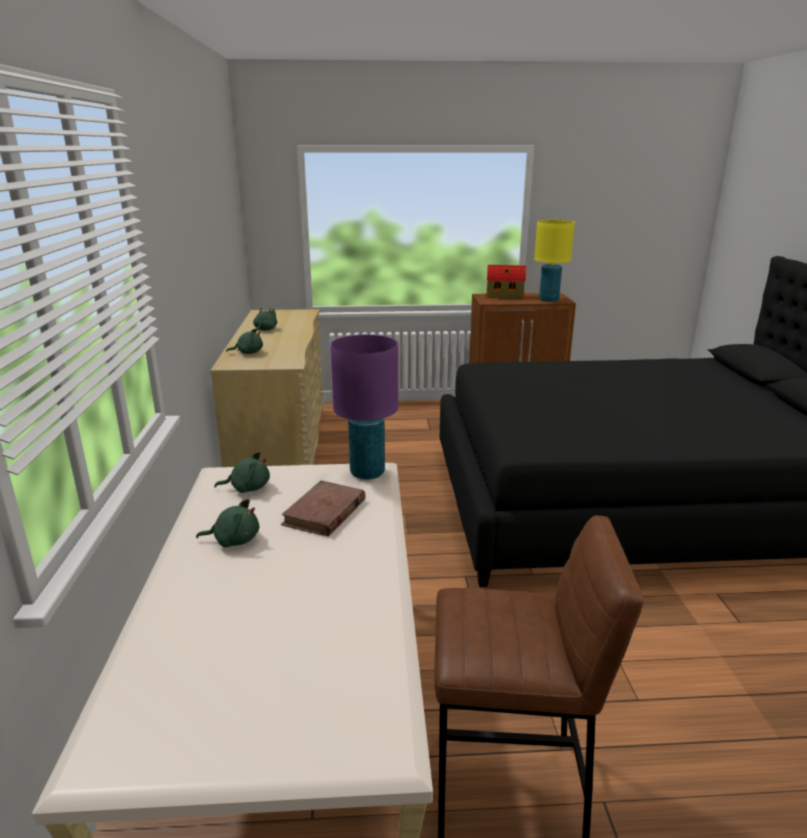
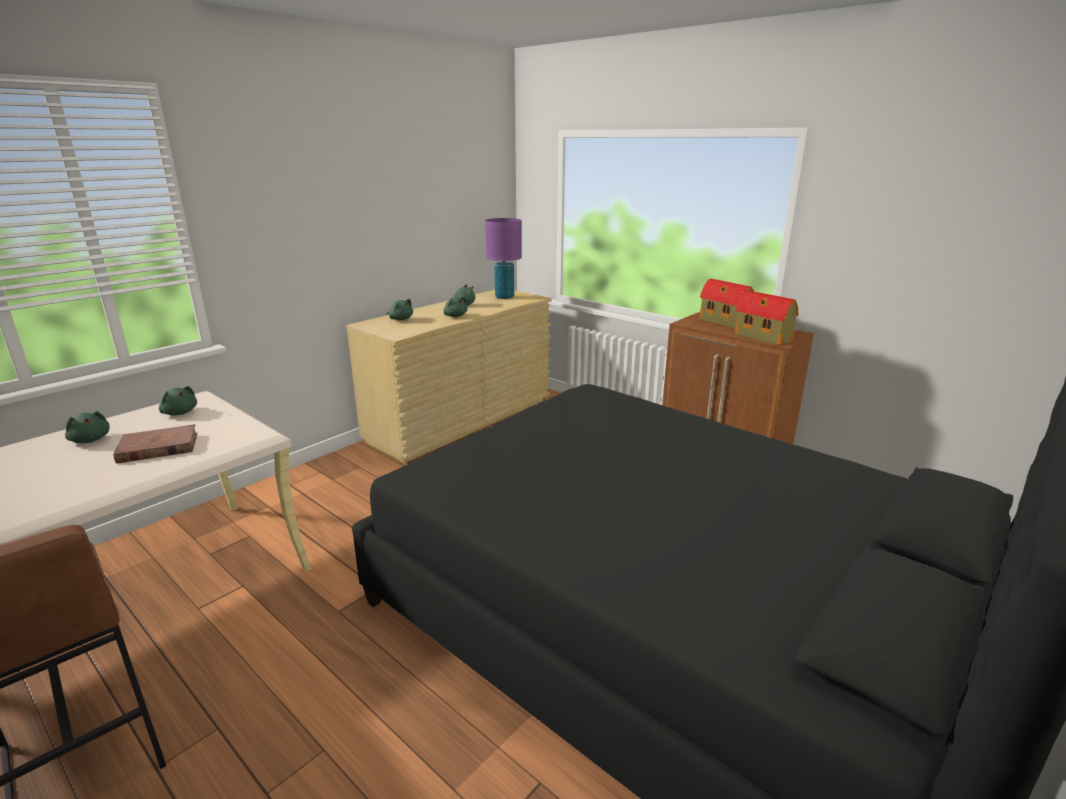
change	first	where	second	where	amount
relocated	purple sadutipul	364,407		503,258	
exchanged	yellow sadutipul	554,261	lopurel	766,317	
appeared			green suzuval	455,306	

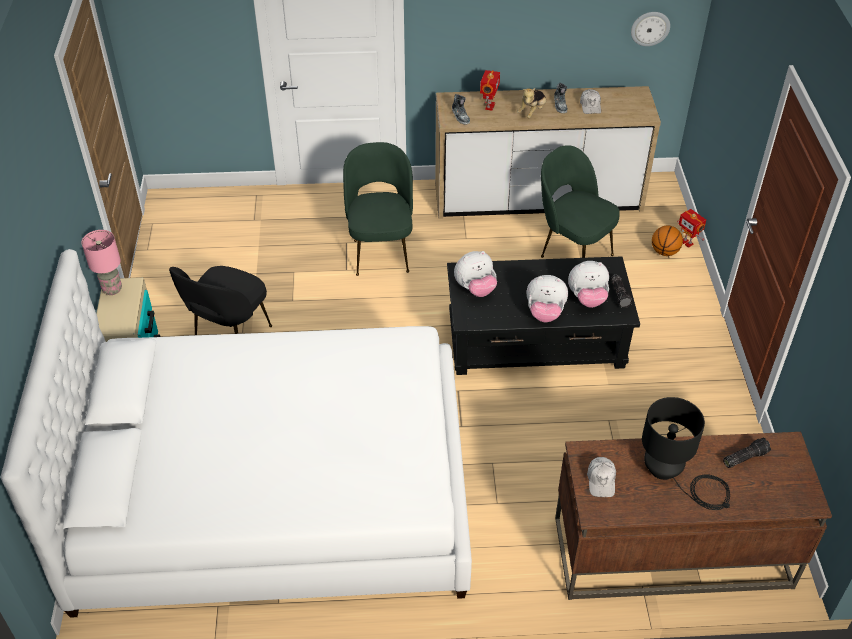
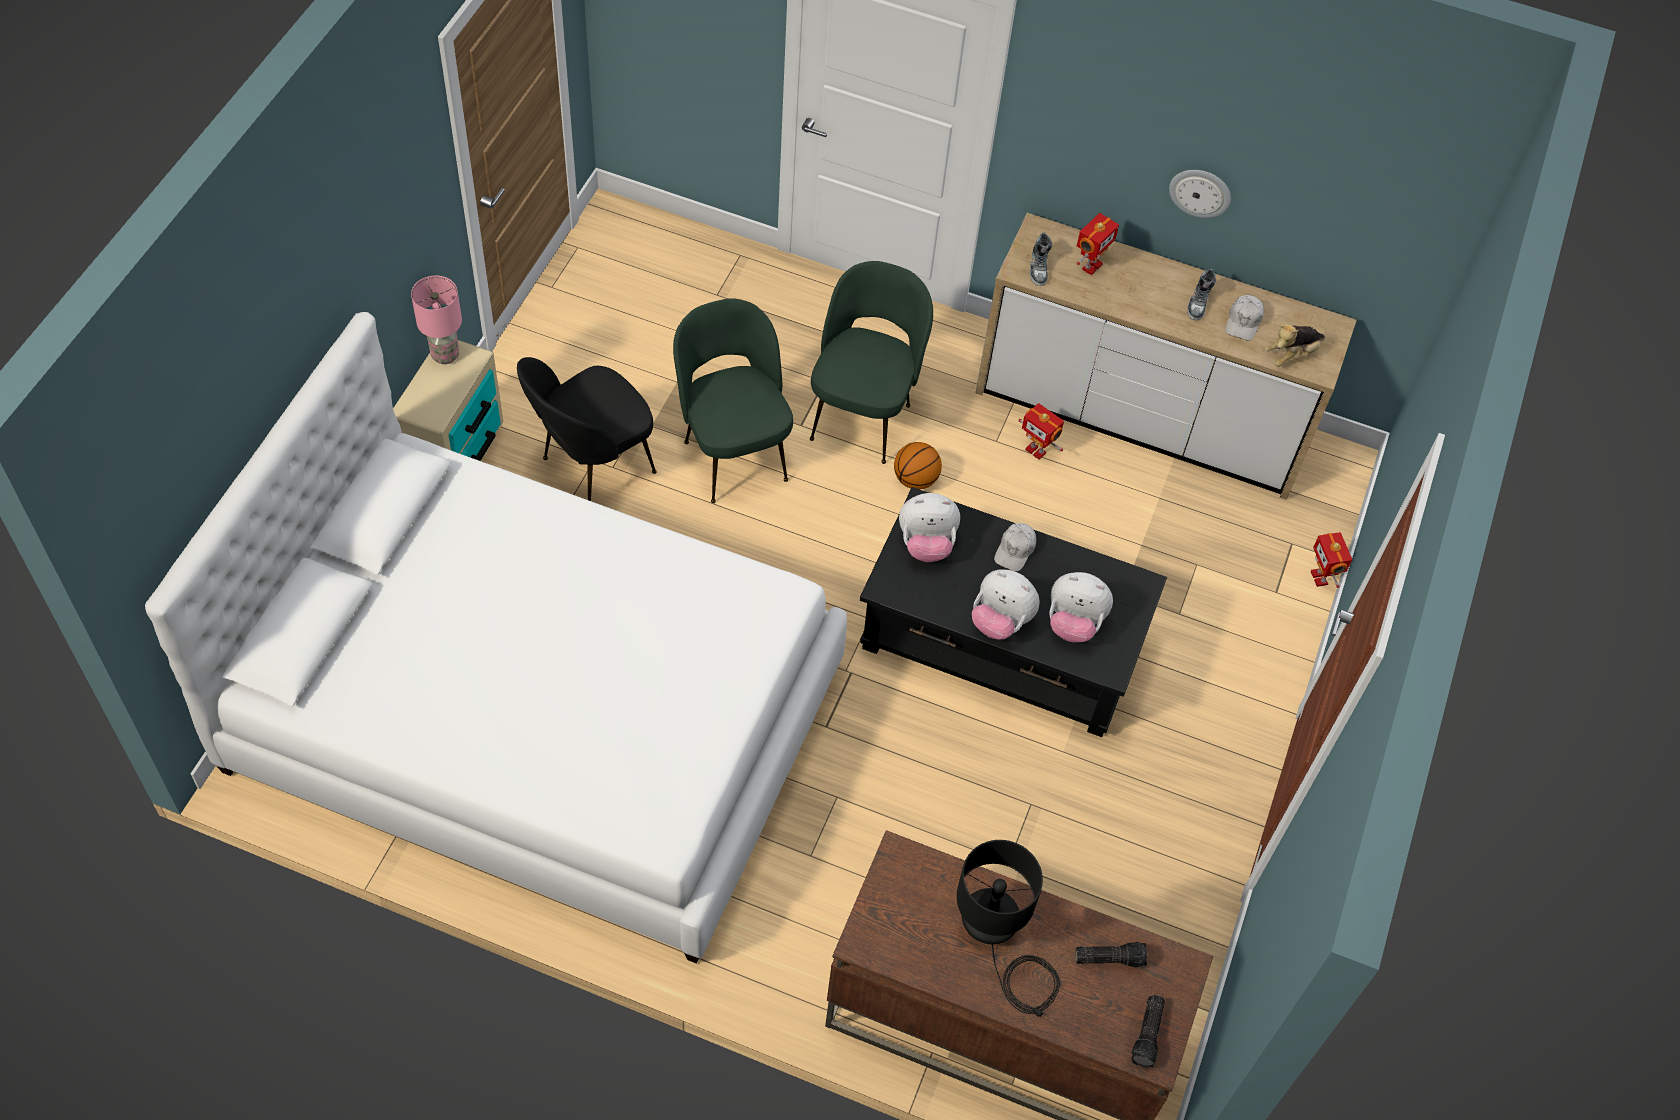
change	first	where	second	where	amount
relocated	suzuval	531,103		1295,345	
relocated	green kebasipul	580,201		733,400	
relocated	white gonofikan	601,477		1015,547	
relocated	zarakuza	621,291		1148,1031	
relocated	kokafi	650,29		1200,194	
relocated	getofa	667,241		918,465	
appeared			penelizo	1041,431	

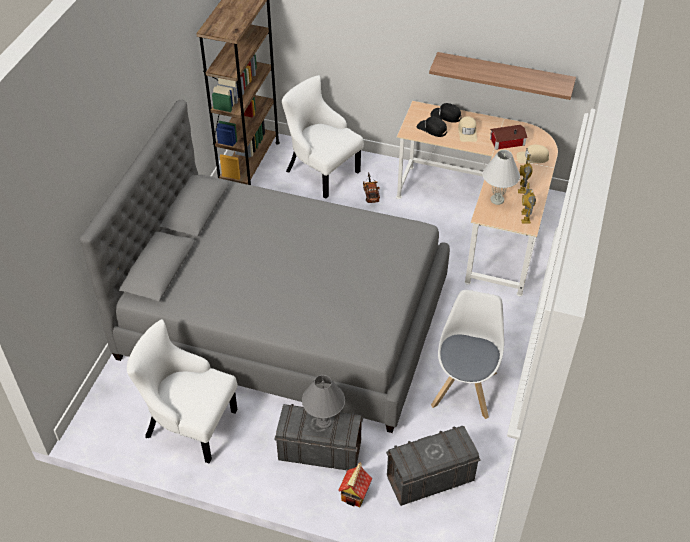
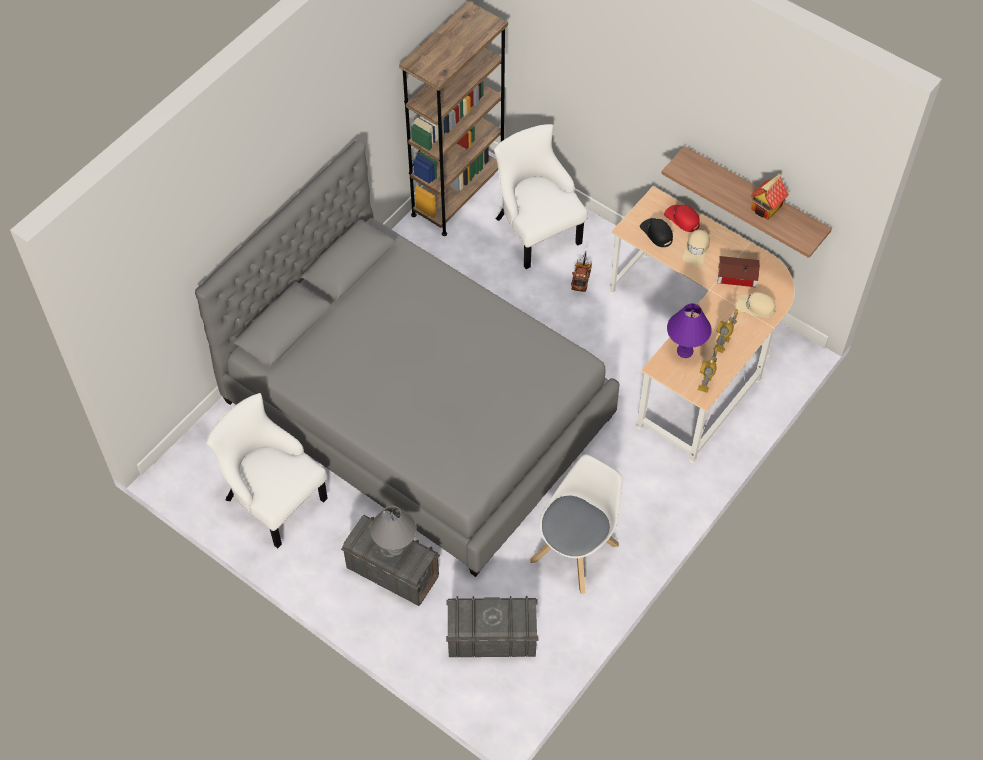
change	first	where	second	where	amount
relocated	lopurel	355,484		770,196	
colour	black gonofikan	446,113	red gonofikan	682,218	
colour	white sadutipul	501,177	purple sadutipul	689,330	

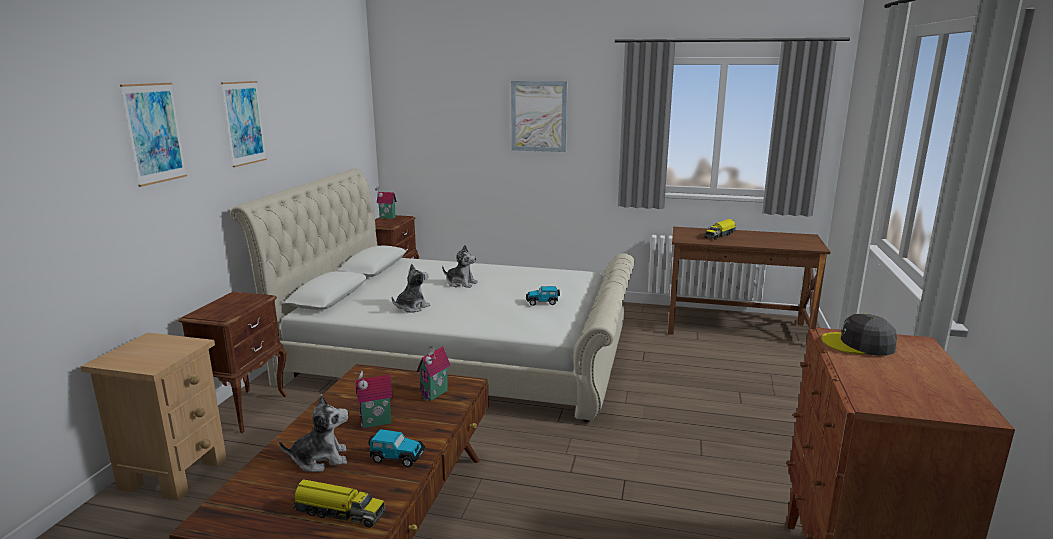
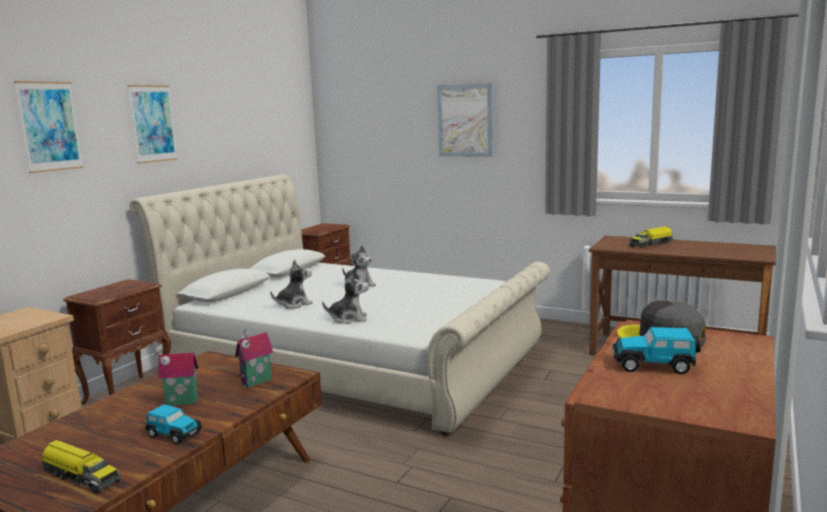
change	first	where	second	where	amount
relocated	suzuval	314,433		345,297	
missing	lopurel	386,202			
relocated	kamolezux	543,296		656,350	

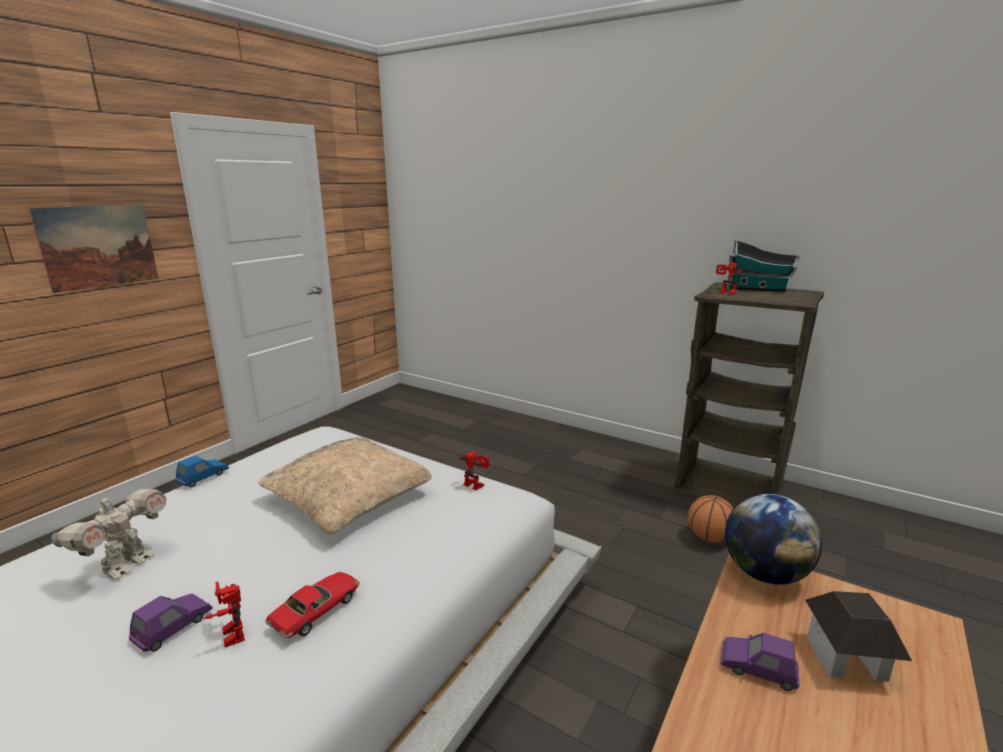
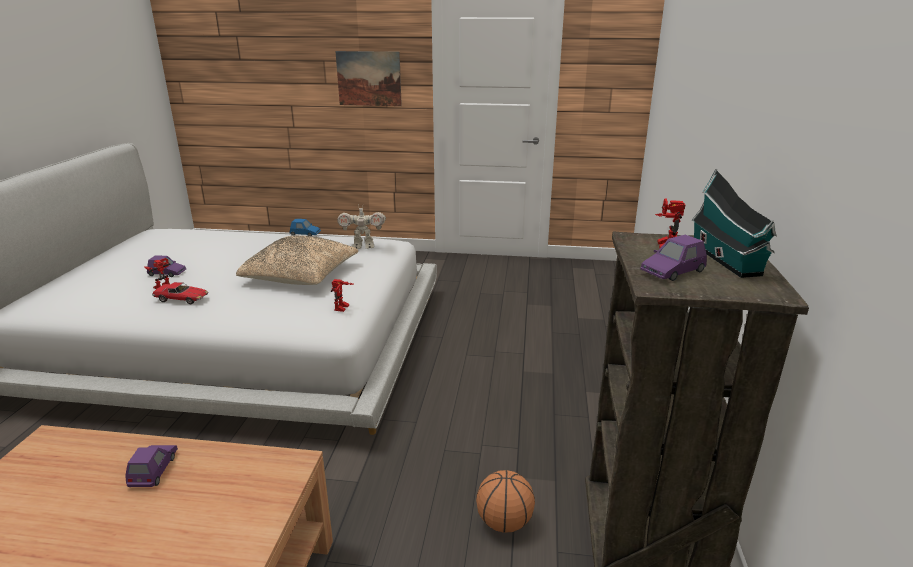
change	first	where	second	where	amount
relocated	penelizo	108,534		361,226	
missing	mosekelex	773,539			
missing	lopurel	858,636			
appeared			purple kamolezux	673,258	

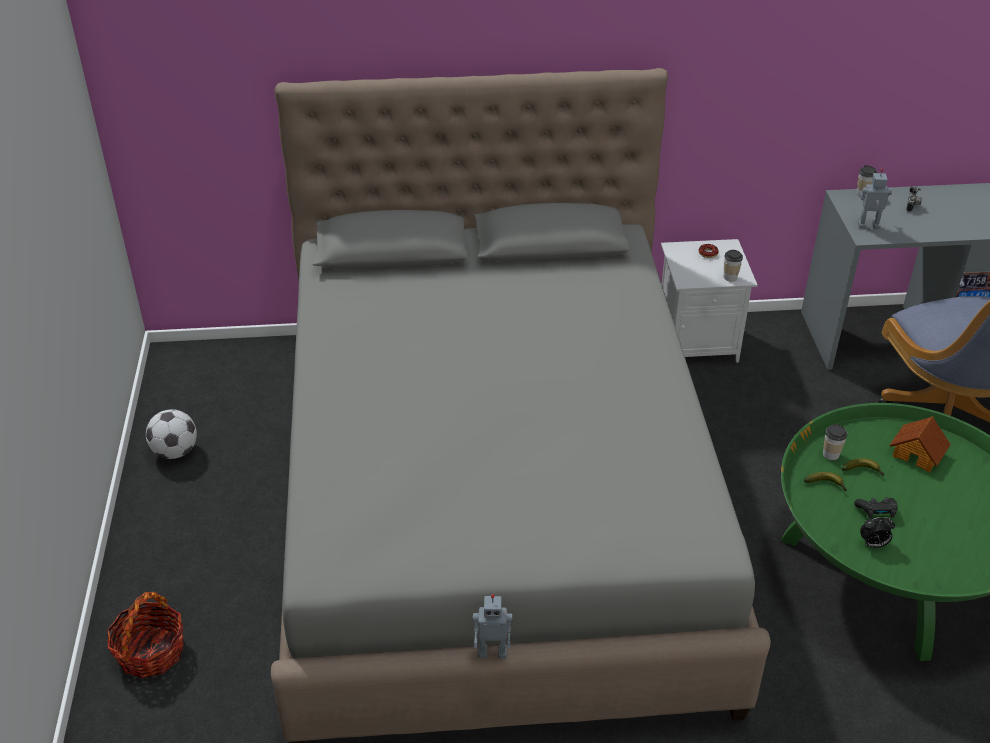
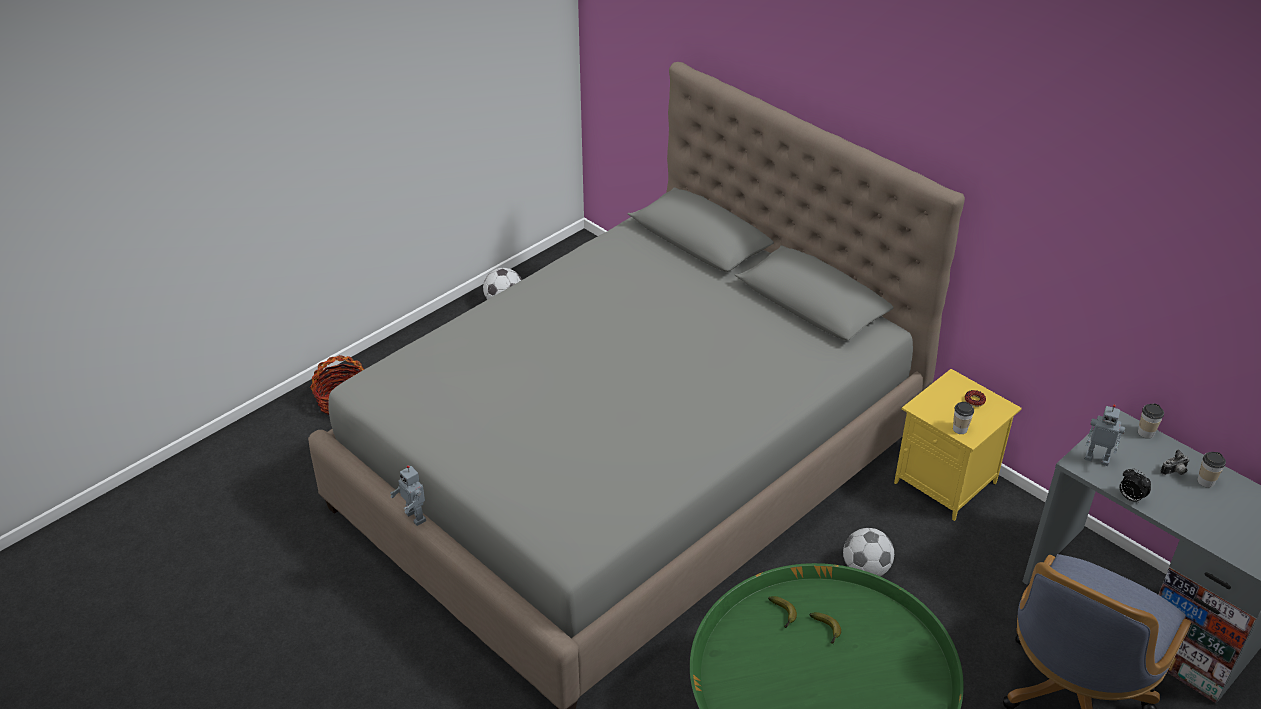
change	first	where	second	where	amount
colour	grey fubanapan	709,301	yellow fubanapan	958,445	
relocated	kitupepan	835,442		1211,470	
missing	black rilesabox	876,508			
spun	penelizo	875,199		1105,435	150 degrees clockwise
relocated	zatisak	877,532		1135,485	
missing	lopurel	920,444			
appeared			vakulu	868,552	

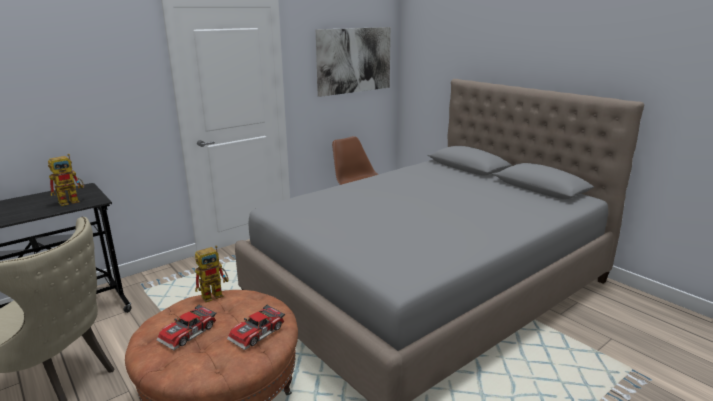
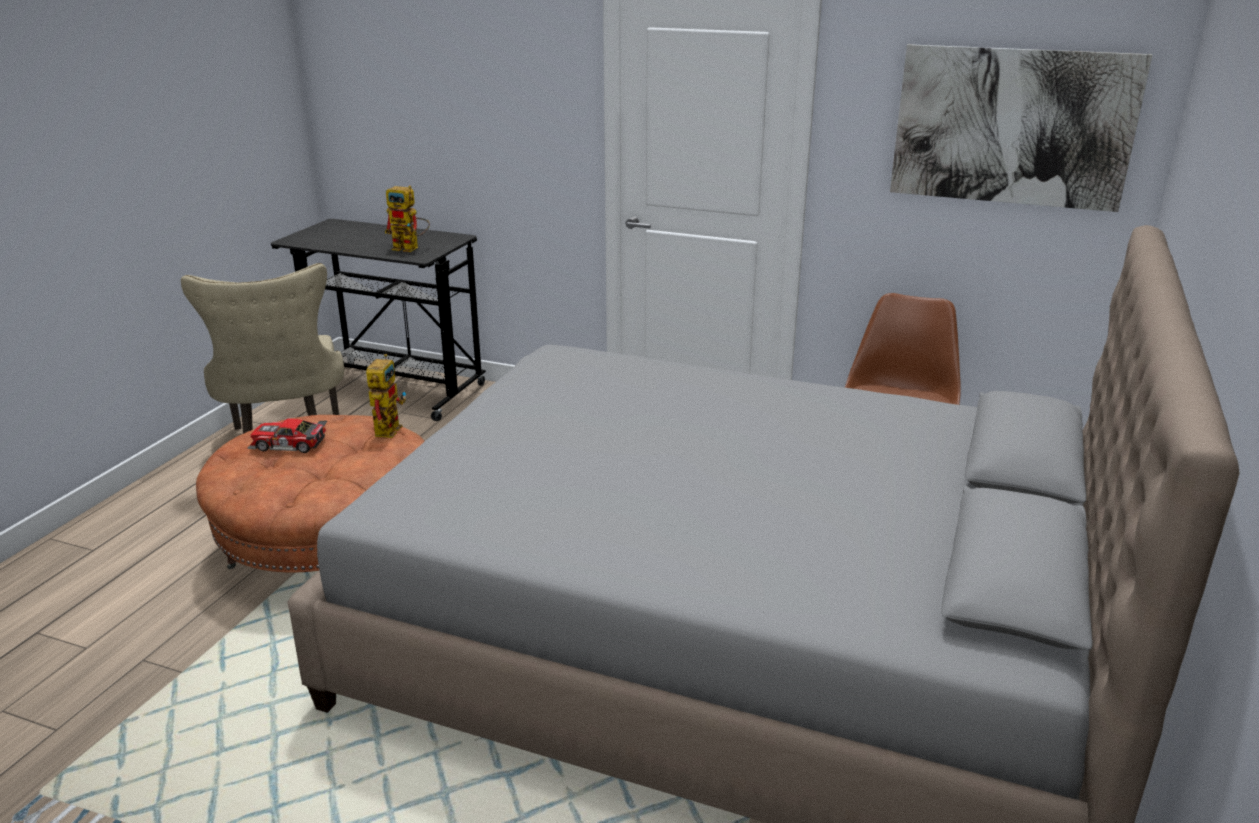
change	first	where	second	where	amount
spun	penelizo	212,274		386,396	105 degrees counterclockwise
missing	kamolezux	256,327			

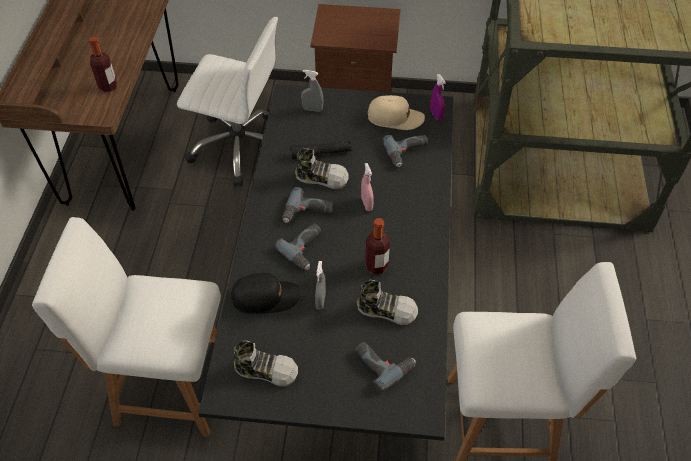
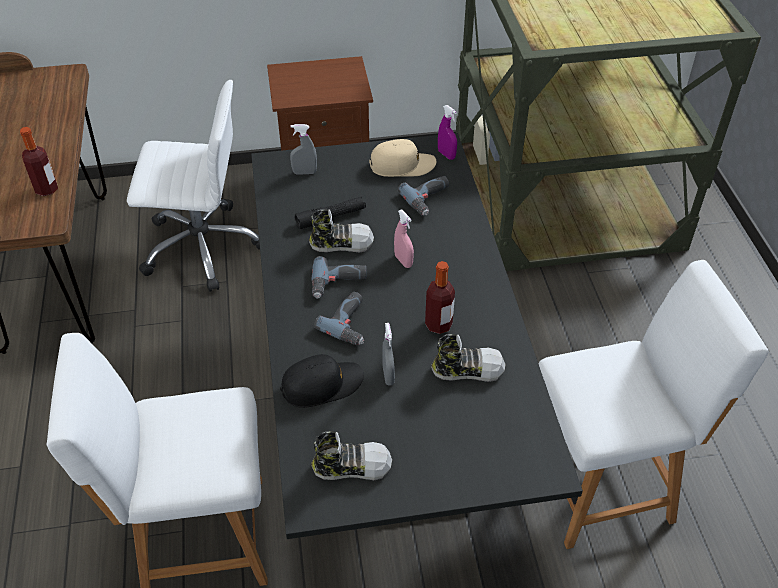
change	first	where	second	where	amount
missing	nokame	386,367			

